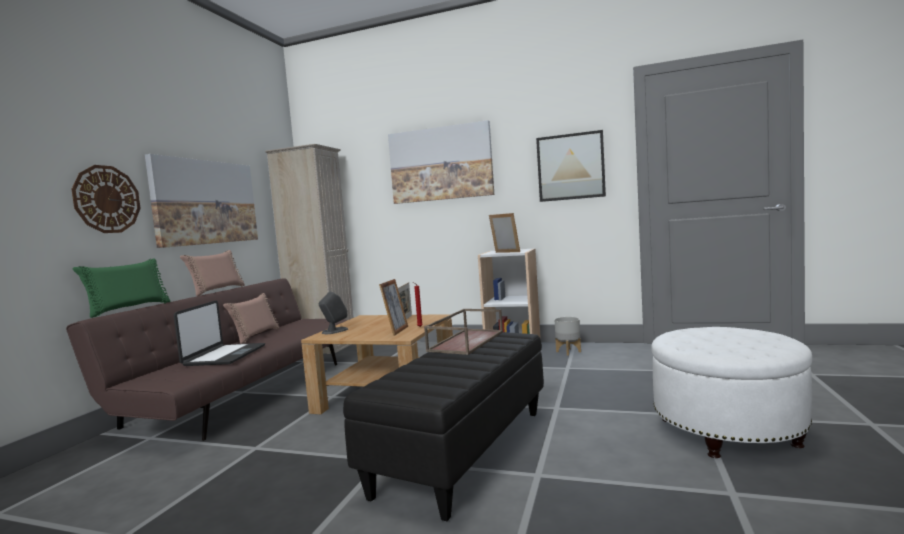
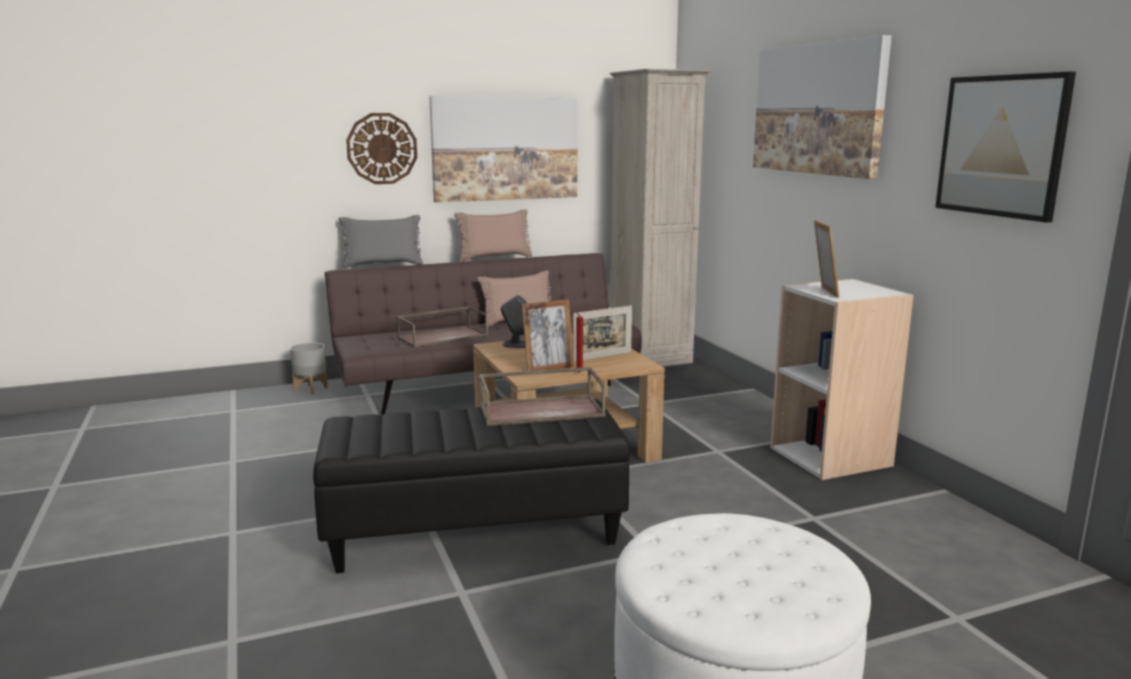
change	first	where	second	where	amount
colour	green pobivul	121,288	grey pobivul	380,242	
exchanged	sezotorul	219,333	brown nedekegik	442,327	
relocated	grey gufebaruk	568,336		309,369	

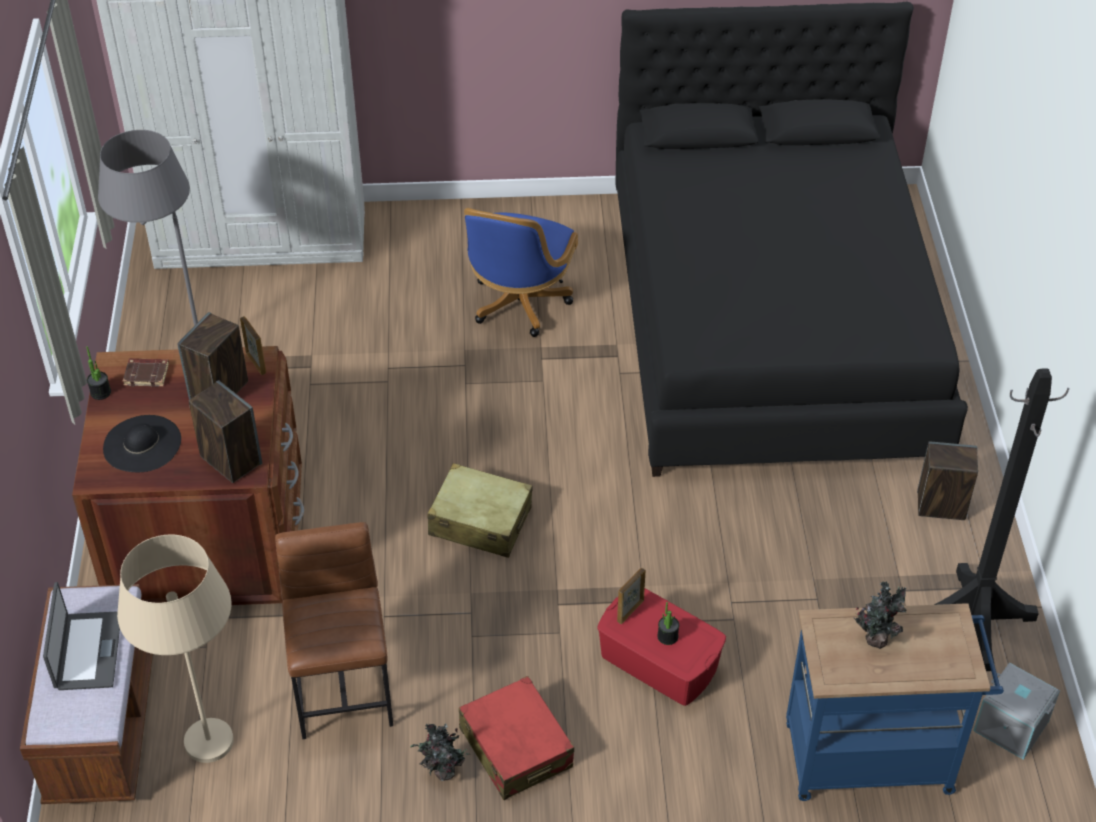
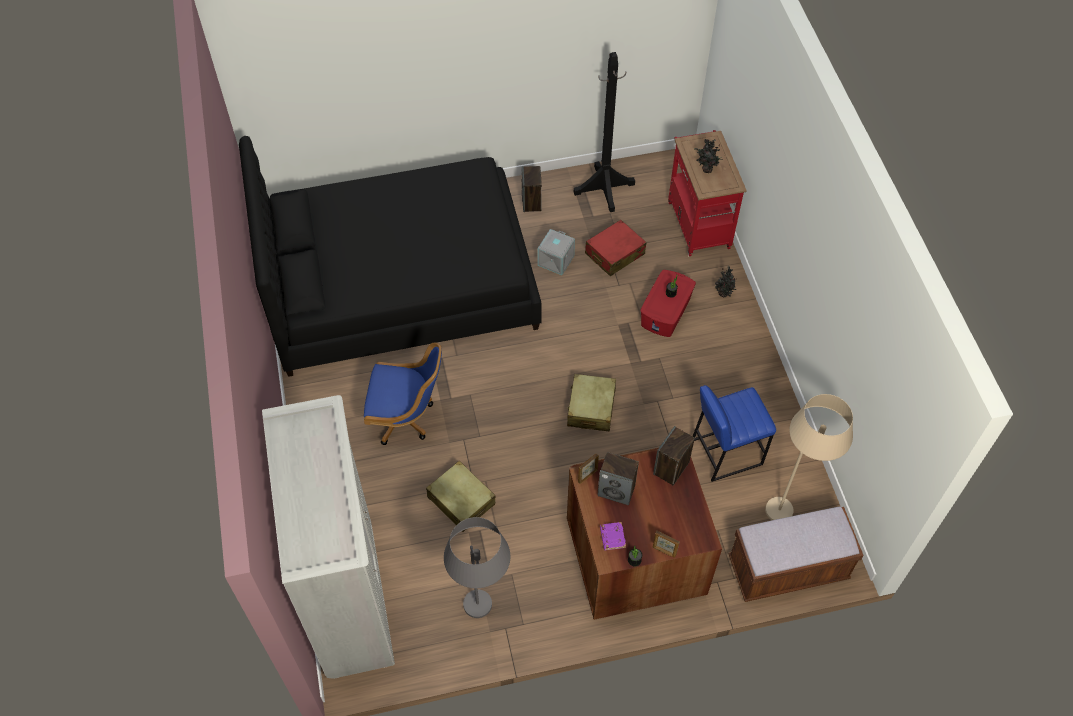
change	first	where	second	where	amount
missing	sezotorul	81,636			
missing	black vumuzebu	142,443			
colour	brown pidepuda	146,372	purple pidepuda	613,536	
colour	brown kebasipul	334,630	blue kebasipul	734,433	
relocated	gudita	441,752		726,281	
relocated	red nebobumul	516,738		615,248	
relocated	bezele	631,596		666,544	
colour	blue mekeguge	895,702	red mekeguge	707,193	
relocated	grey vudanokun	1016,711		556,252	
appeared			beige nebobumul	460,496	

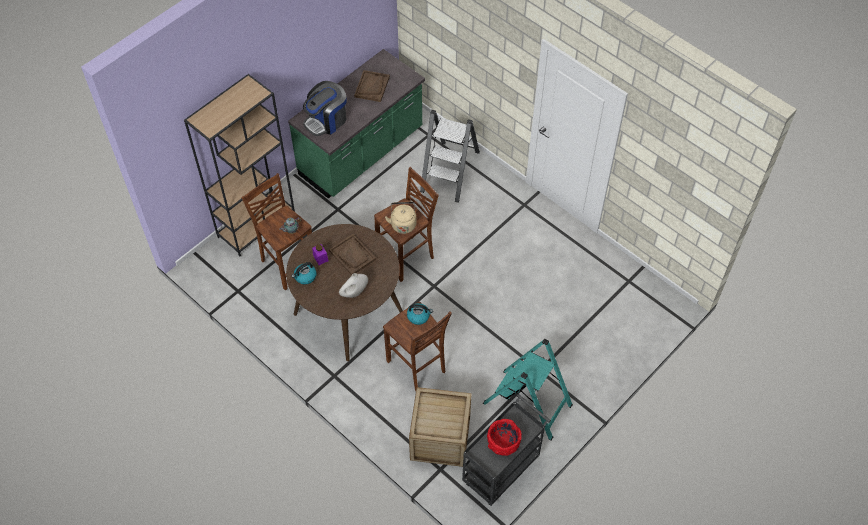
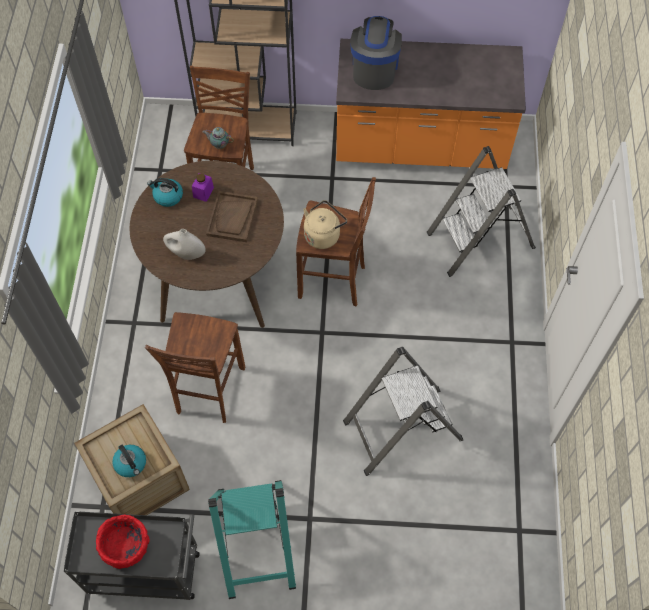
change	first	where	second	where	amount
colour	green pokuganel	356,123	orange pokuganel	431,104	
spun	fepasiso	325,108		376,53	90 degrees clockwise
missing	brown nedekegik	372,86			
relocated	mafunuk	420,314		129,461	
appeared			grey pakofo	403,411	

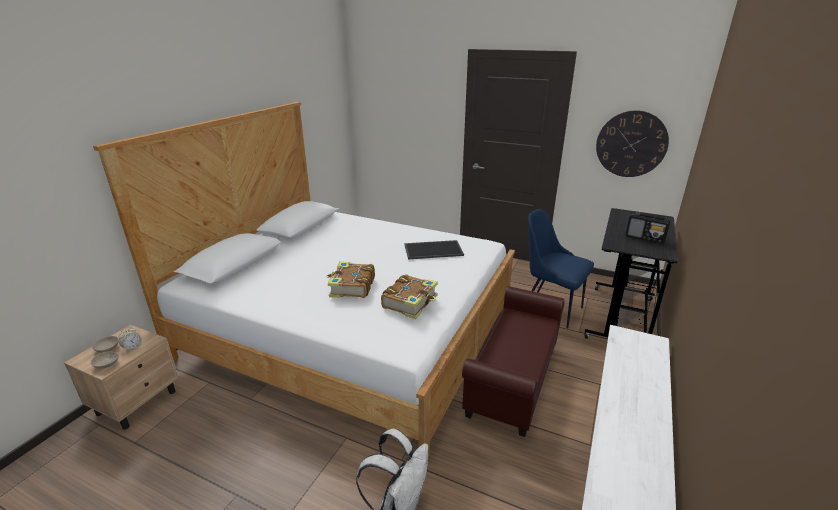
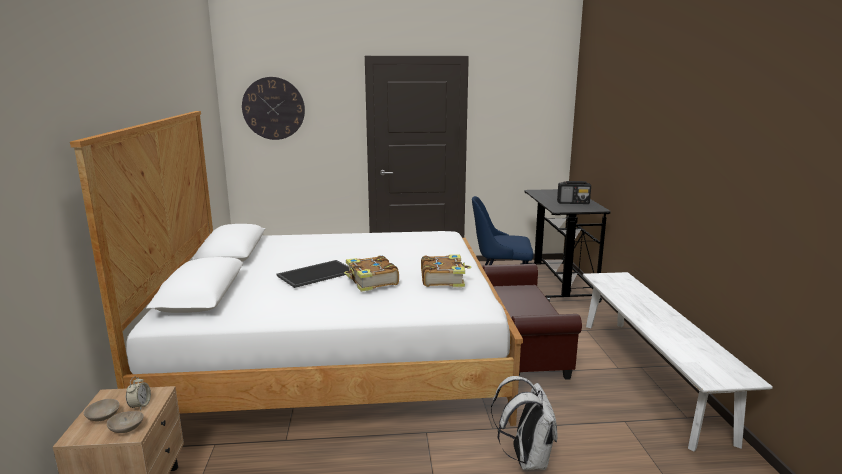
change	first	where	second	where	amount
relocated	nedekegik	434,249		313,274	
relocated	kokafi	632,143		273,108	

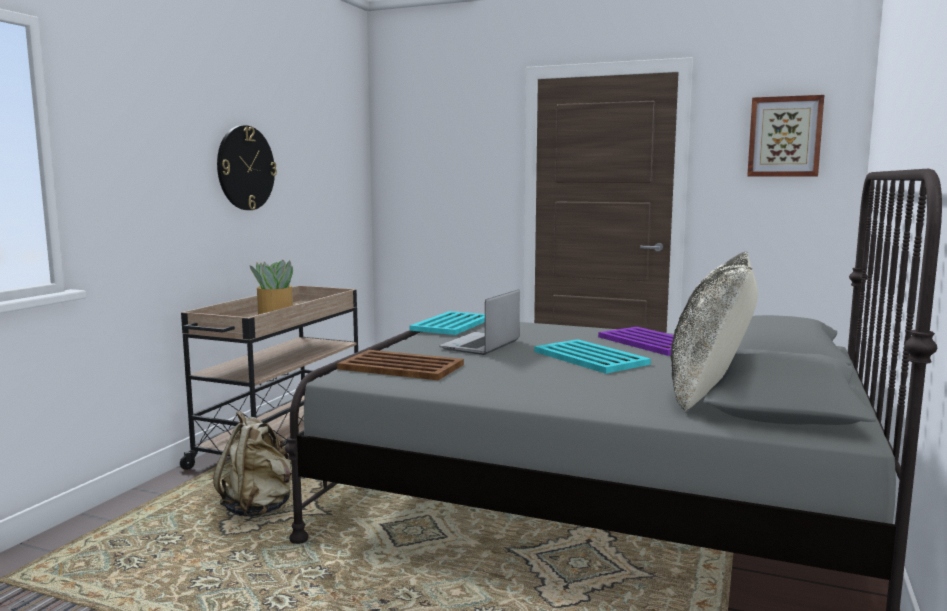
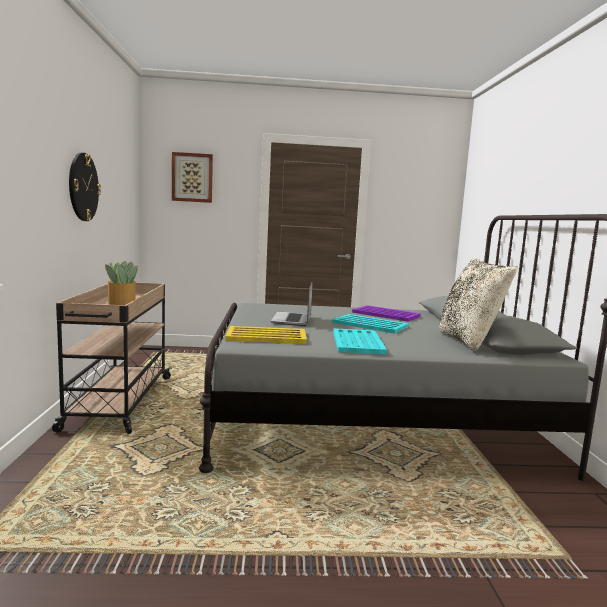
change	first	where	second	where	amount
missing	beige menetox	252,464			
colour	brown nedekegik	400,365	yellow nedekegik	266,335	
relocated	turquoise nedekegik	447,323		360,341	
relocated	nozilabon	785,136		192,177	

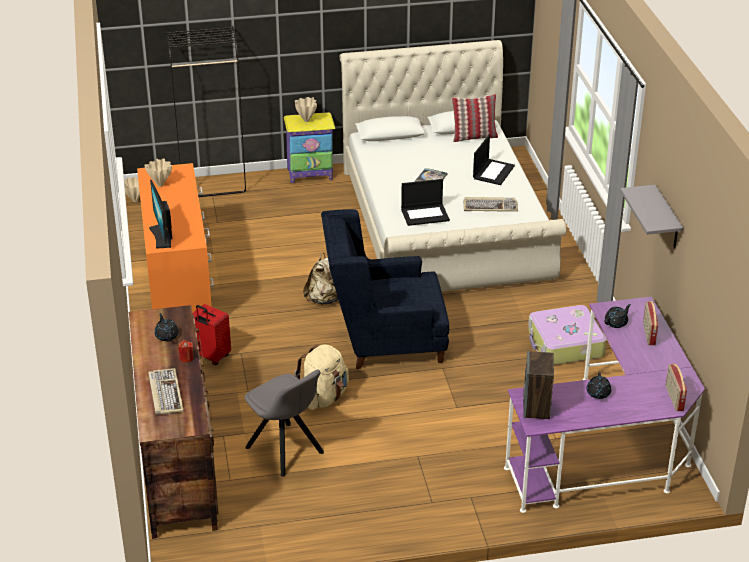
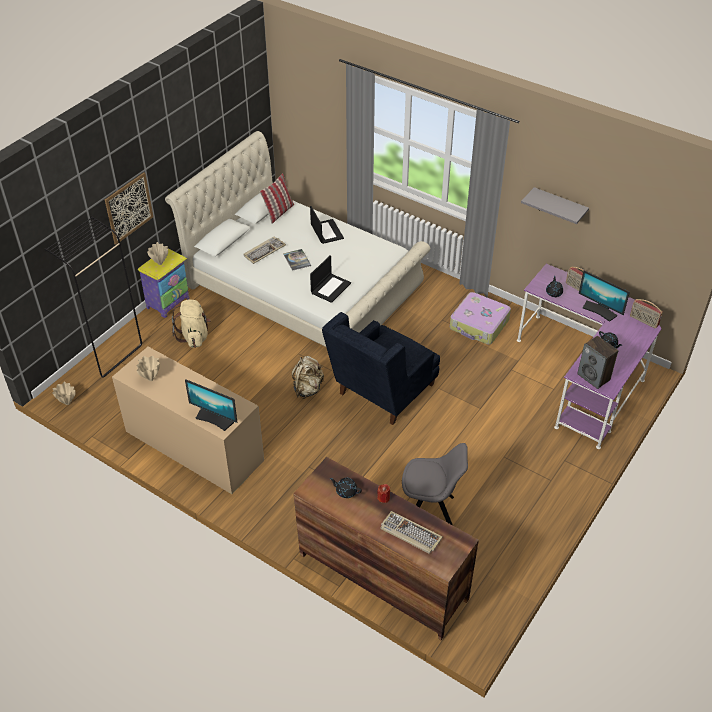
change	first	where	second	where	amount
colour	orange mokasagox	175,238	beige mokasagox	188,420	
missing	red nebobumul	212,334			
relocated	beige menetox	321,377		191,324	
relocated	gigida	490,204		264,250	
appeared			nozilabon	129,208	
appeared			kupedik	604,296	

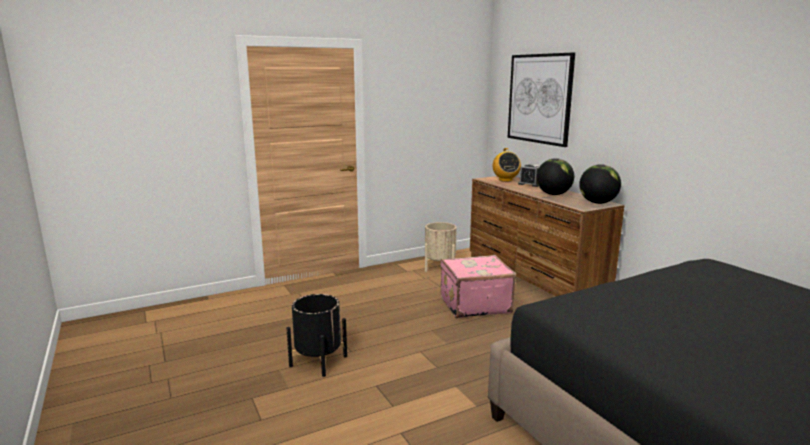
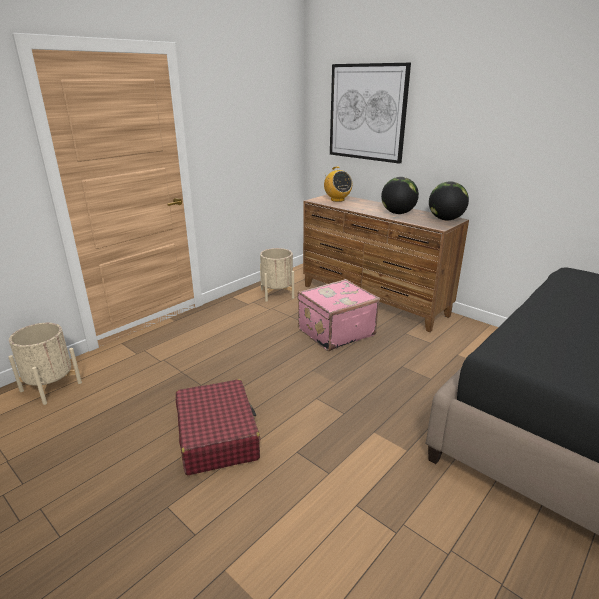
change	first	where	second	where	amount
exchanged	black gufebaruk	316,335	red nebobumul	218,427	
missing	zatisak	529,175			
appeared			beige gufebaruk	45,364	

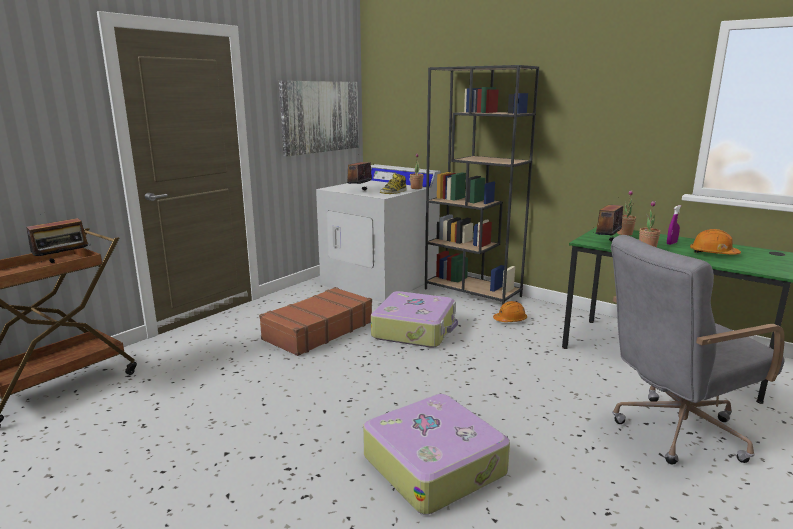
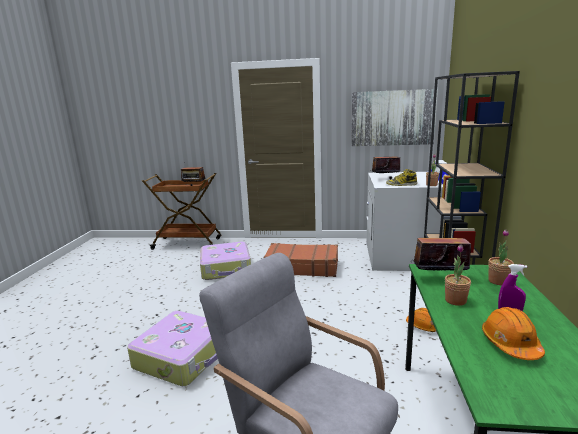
change	first	where	second	where	amount
relocated	nebobumul	414,319		225,261	

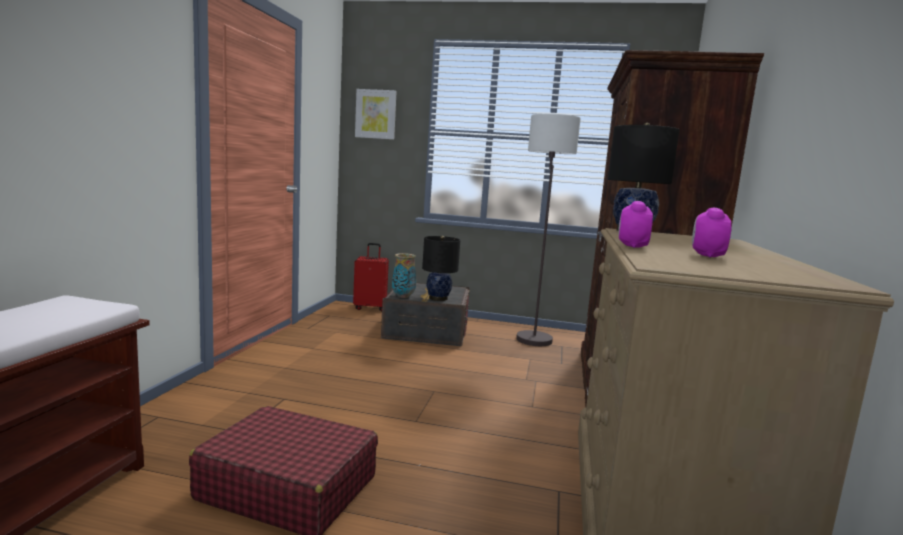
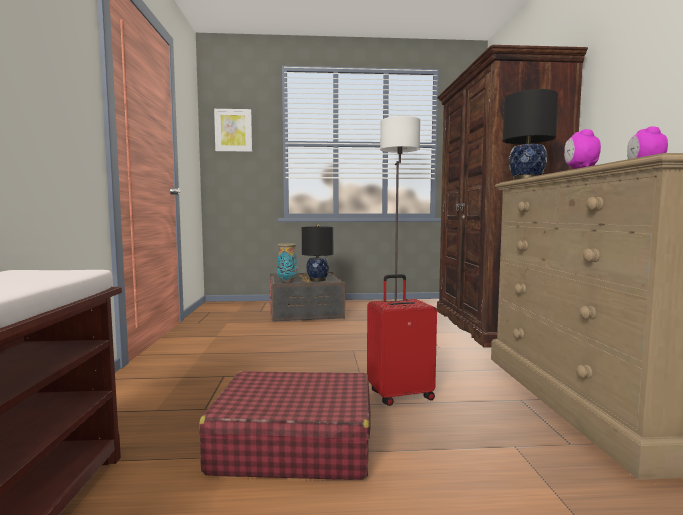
change	first	where	second	where	amount
relocated	red nebobumul	371,277		402,340	

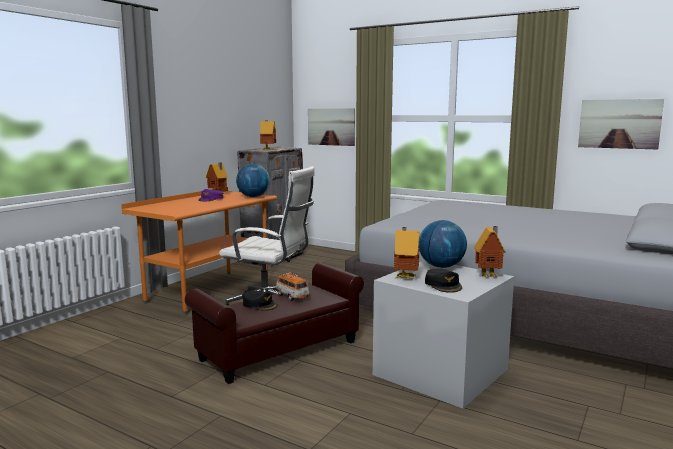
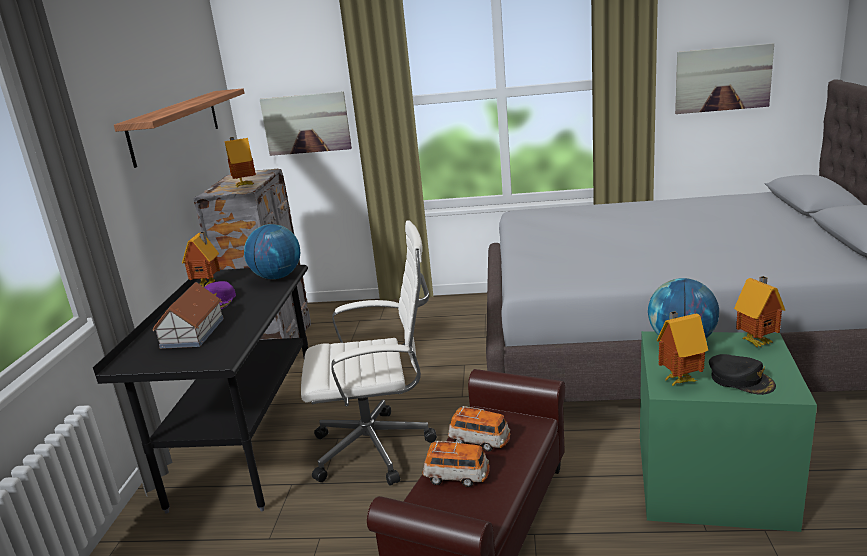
change	first	where	second	where	amount
colour	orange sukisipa	199,251	black sukisipa	200,389	
exchanged	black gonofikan	260,300	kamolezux	456,464	
colour	grey vudanokun	443,334	green vudanokun	728,431	
appeared			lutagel	179,128	
appeared			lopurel	188,315	

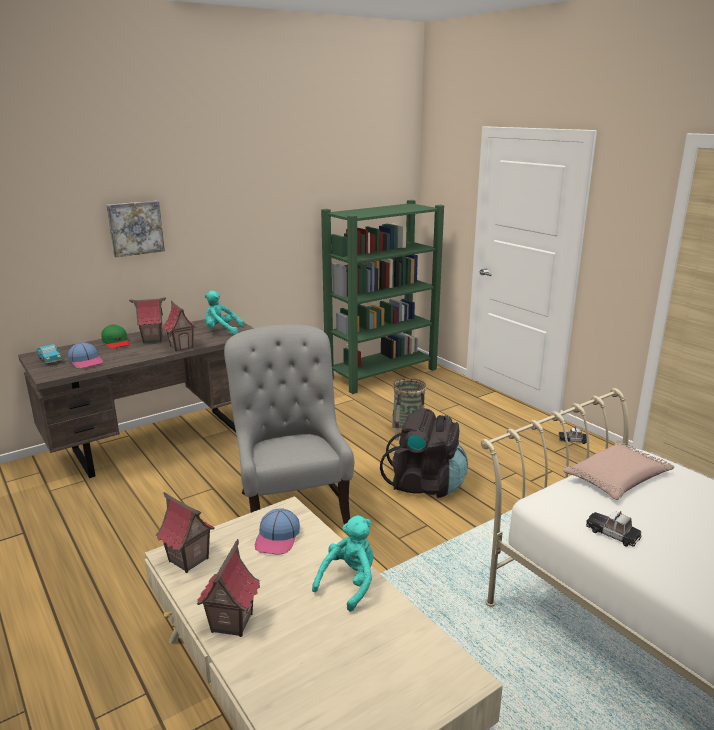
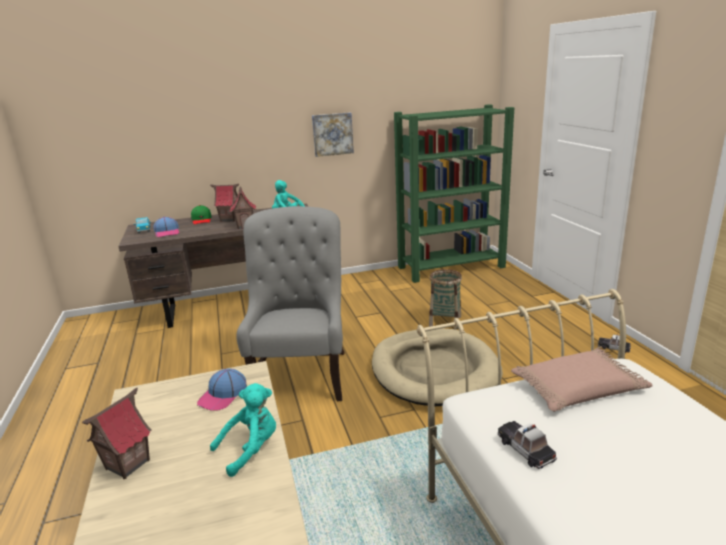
change	first	where	second	where	amount
relocated	nozilabon	135,229		333,134	
missing	lopurel	185,532			
exchanged	black menetox	424,453	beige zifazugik	437,367	

